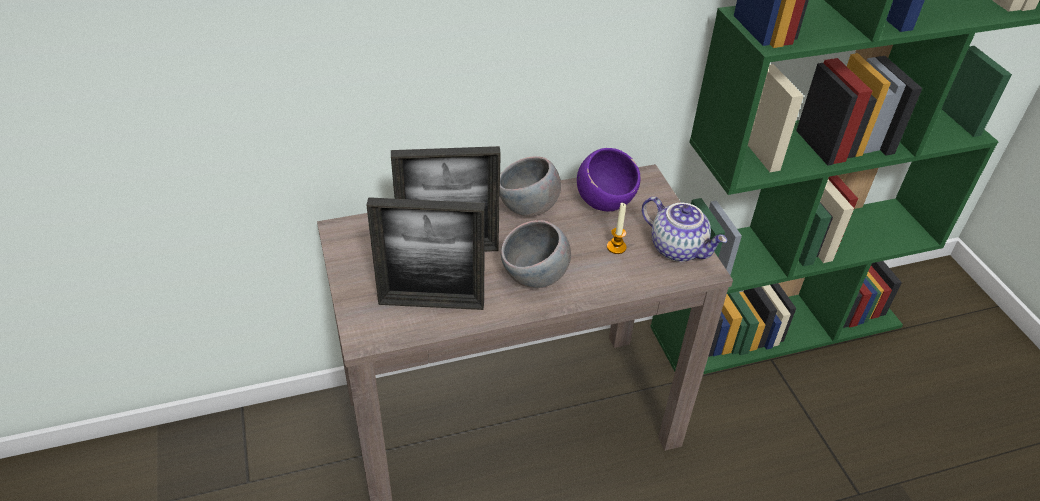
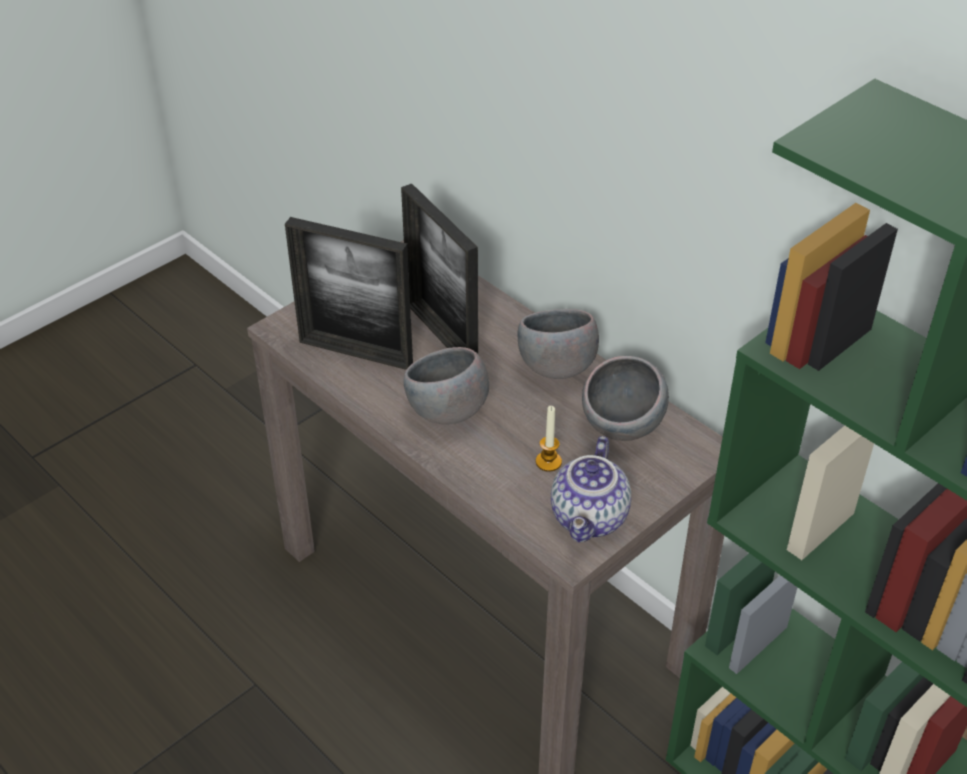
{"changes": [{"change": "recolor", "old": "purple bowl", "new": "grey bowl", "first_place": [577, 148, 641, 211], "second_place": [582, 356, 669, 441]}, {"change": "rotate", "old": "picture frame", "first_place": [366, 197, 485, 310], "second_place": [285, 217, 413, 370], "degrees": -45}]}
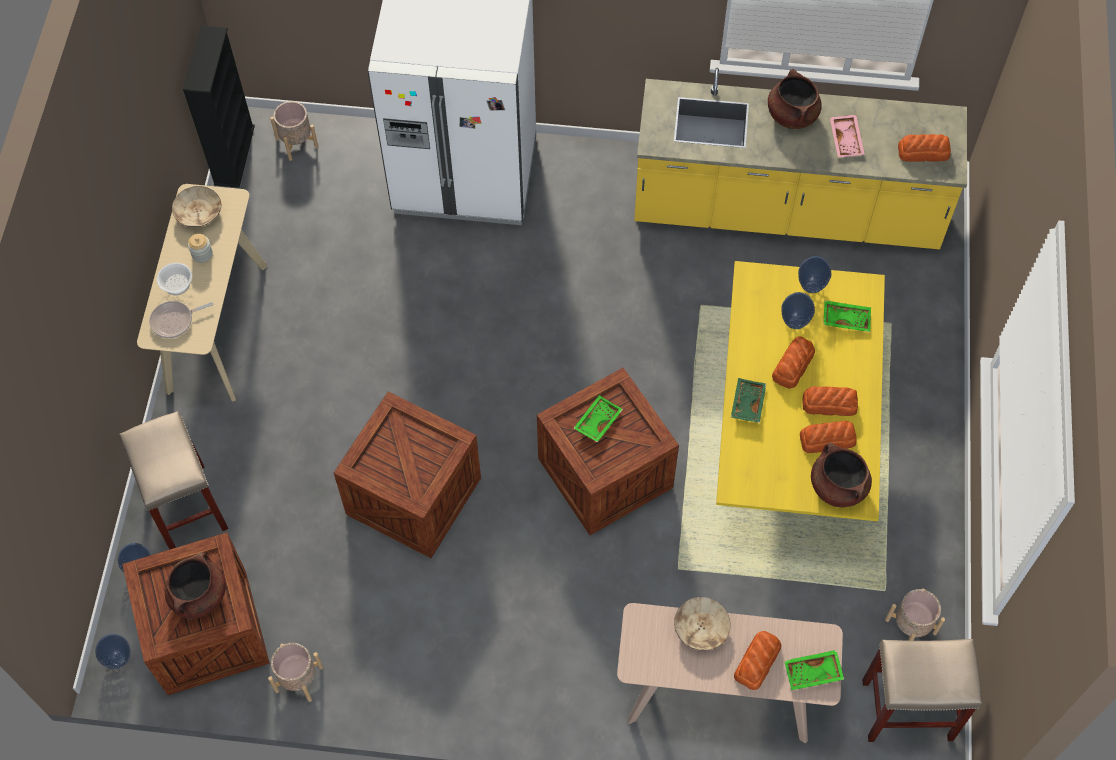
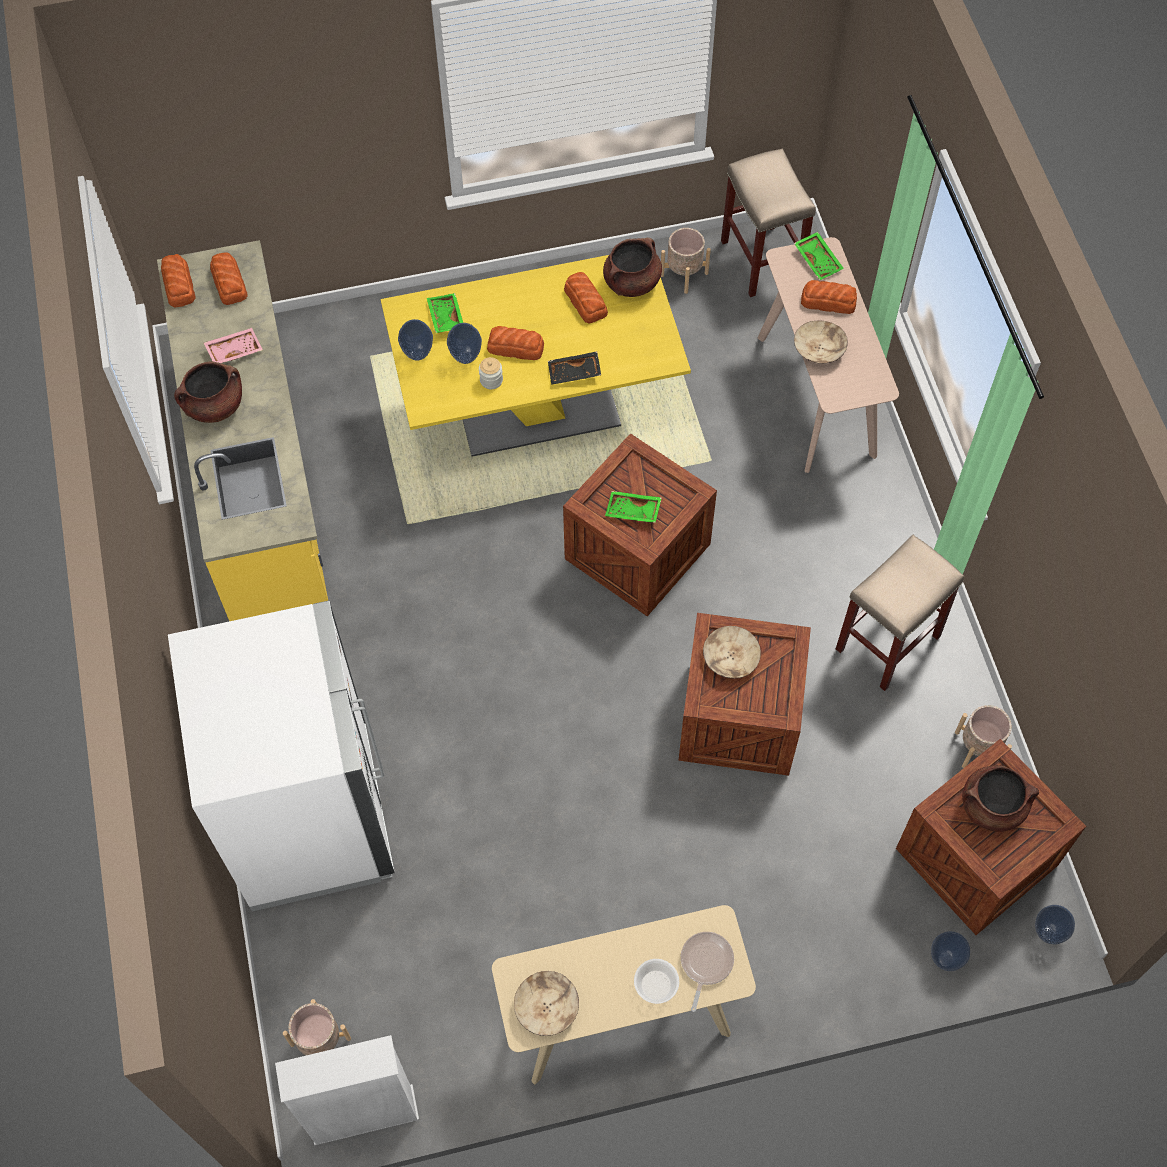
{"changes": [{"change": "insert", "new": "beige bowl", "second_place": [703, 626, 761, 679]}, {"change": "move", "old": "beige stool", "first_place": [119, 411, 228, 549], "second_place": [836, 534, 964, 691]}, {"change": "move", "old": "jar", "first_place": [188, 234, 213, 263], "second_place": [479, 357, 503, 389]}, {"change": "move", "old": "bread", "first_place": [802, 386, 858, 416], "second_place": [161, 254, 195, 307]}, {"change": "recolor", "old": "black bookcase", "new": "white bookcase", "first_place": [183, 25, 255, 188], "second_place": [275, 1035, 419, 1145]}, {"change": "recolor", "old": "green tray", "new": "black tray", "first_place": [731, 378, 766, 423], "second_place": [548, 351, 601, 385]}, {"change": "rotate", "old": "frying pan", "first_place": [149, 301, 213, 338], "second_place": [681, 932, 734, 1012], "degrees": -120}]}
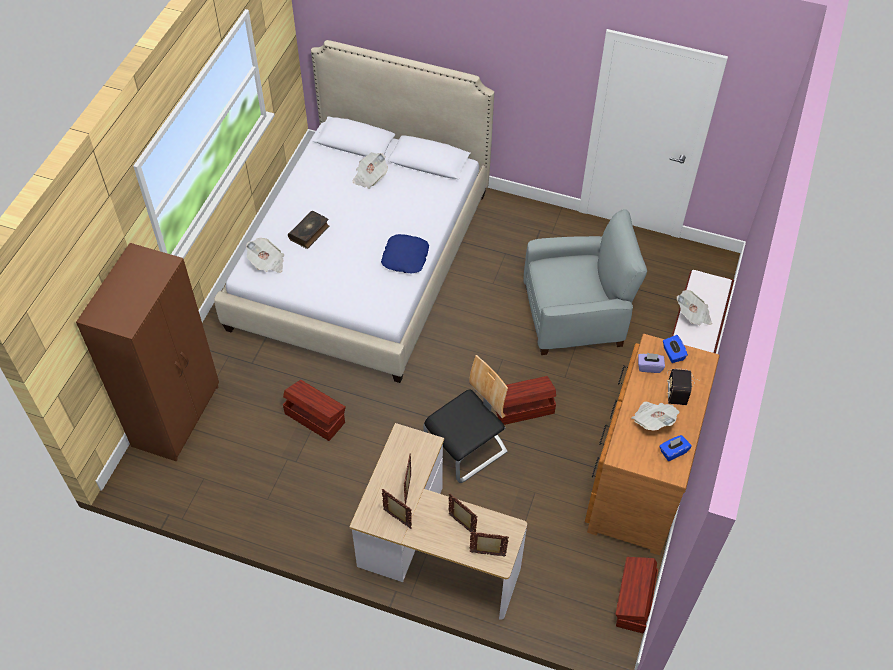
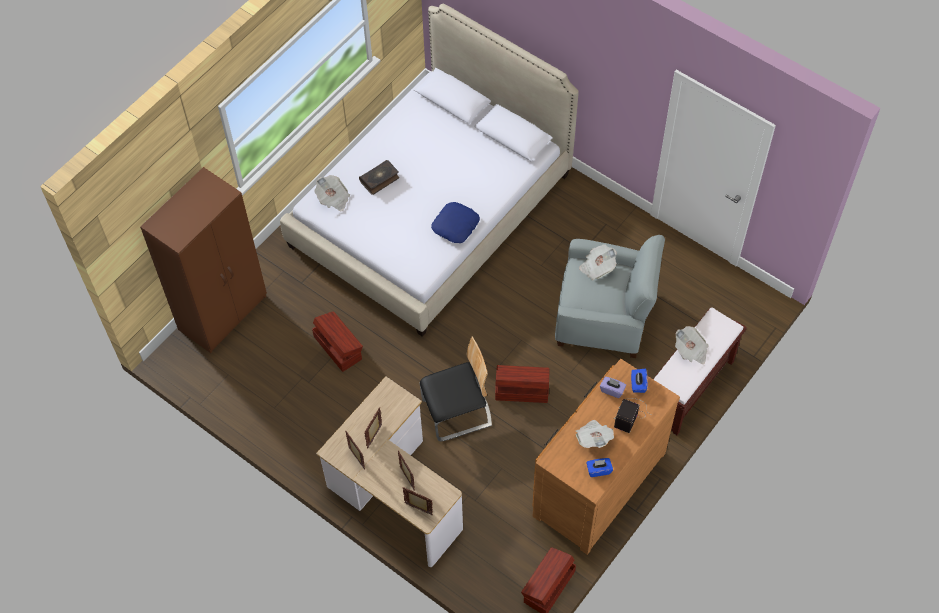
{"changes": [{"change": "move", "old": "newspaper", "first_place": [352, 152, 388, 189], "second_place": [579, 244, 617, 281]}]}
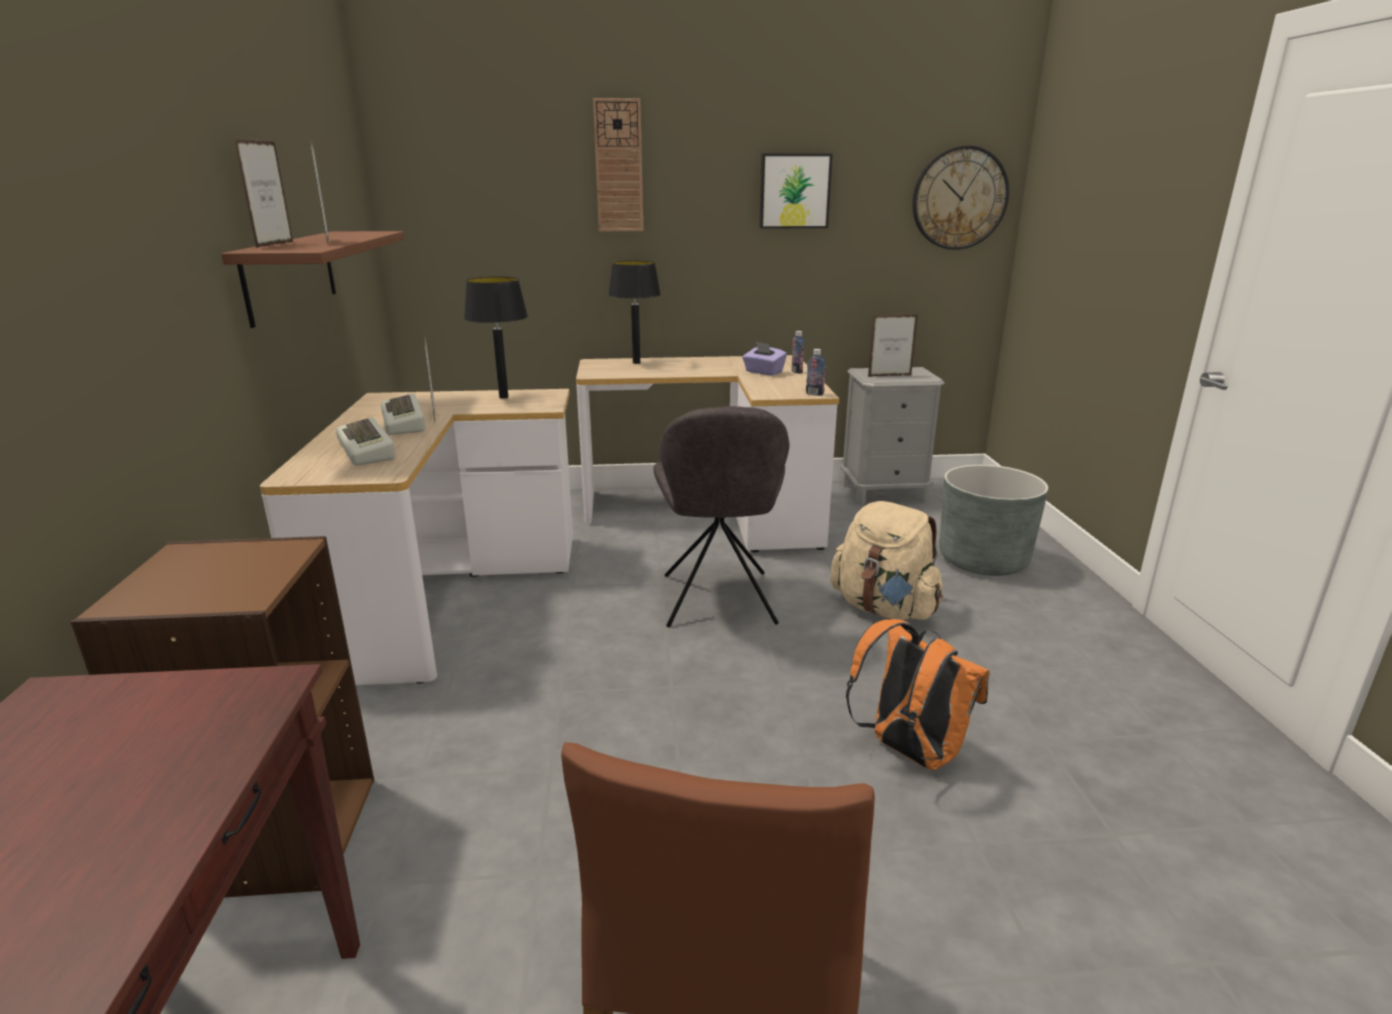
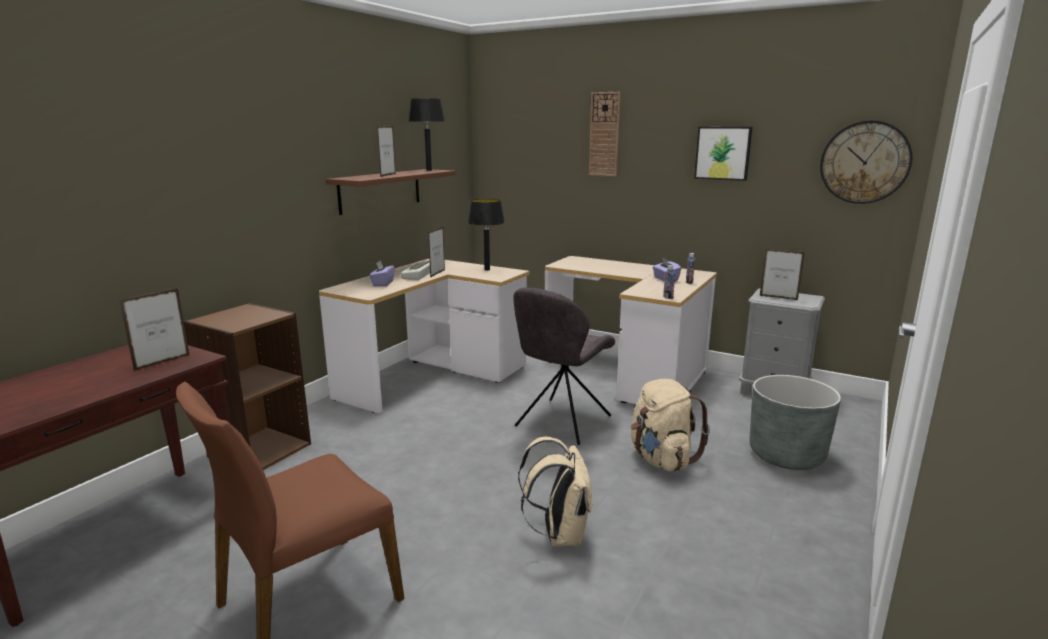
{"changes": [{"change": "move", "old": "picture frame", "first_place": [234, 138, 293, 248], "second_place": [119, 288, 190, 371]}, {"change": "move", "old": "black table lamp", "first_place": [608, 260, 661, 364], "second_place": [408, 98, 445, 171]}, {"change": "replace", "old": "keyboard", "new": "purple tissue box", "first_place": [336, 417, 395, 465], "second_place": [369, 260, 394, 286]}, {"change": "recolor", "old": "orange backpack", "new": "beige backpack", "first_place": [846, 619, 990, 770], "second_place": [518, 437, 593, 547]}]}
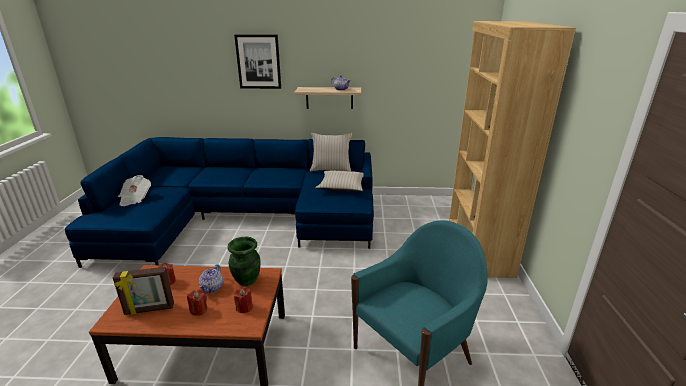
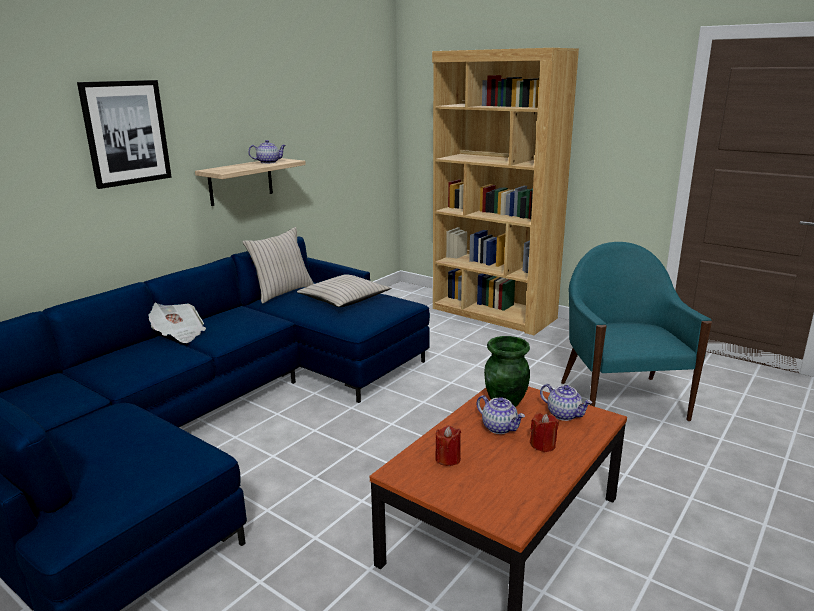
{"changes": [{"change": "delete", "old": "picture frame", "first_place": [113, 267, 174, 315]}, {"change": "move", "old": "newspaper", "first_place": [118, 175, 151, 206], "second_place": [148, 303, 206, 343]}, {"change": "replace", "old": "red candle", "new": "teapot", "first_place": [234, 287, 253, 313], "second_place": [540, 384, 592, 421]}]}
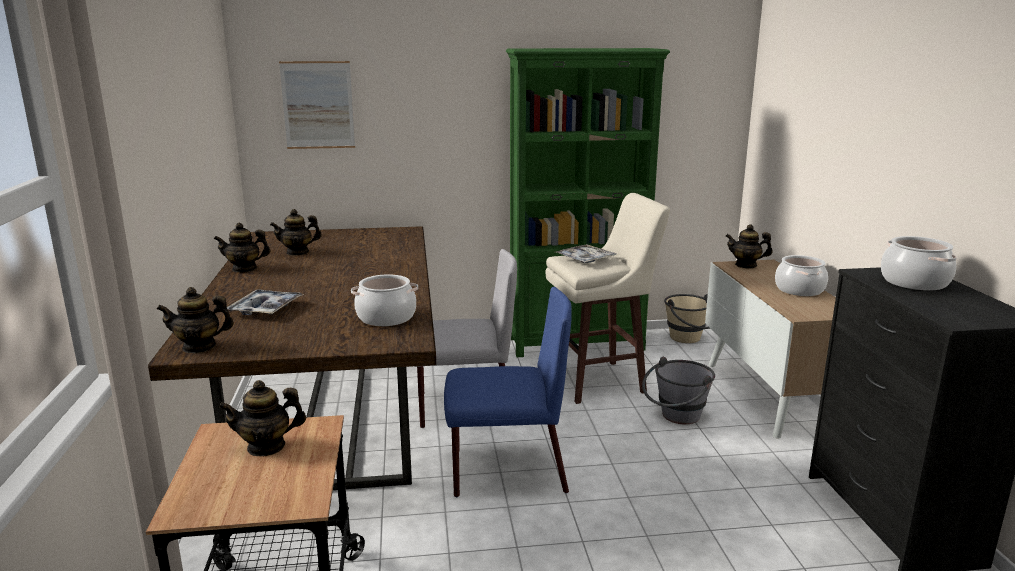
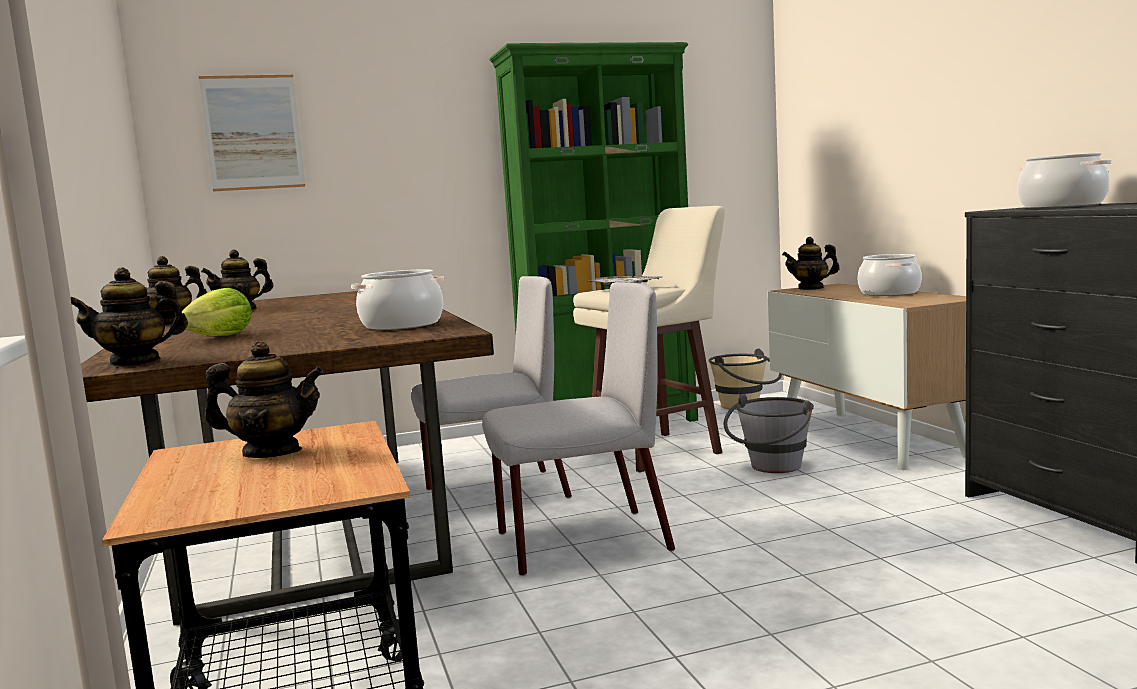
{"changes": [{"change": "replace", "old": "tray", "new": "lettuce", "first_place": [227, 289, 304, 315], "second_place": [182, 288, 252, 336]}, {"change": "recolor", "old": "blue chair", "new": "grey chair", "first_place": [444, 287, 572, 497], "second_place": [482, 282, 675, 576]}, {"change": "rotate", "old": "teapot", "first_place": [218, 380, 306, 456], "second_place": [205, 341, 324, 458], "degrees": -150}]}
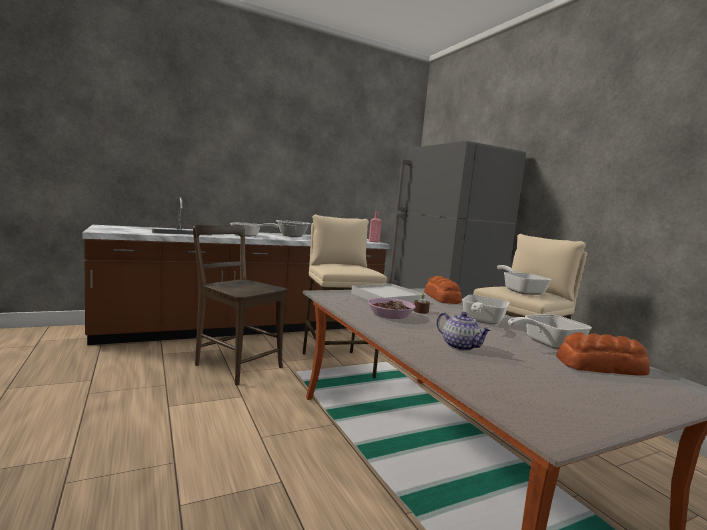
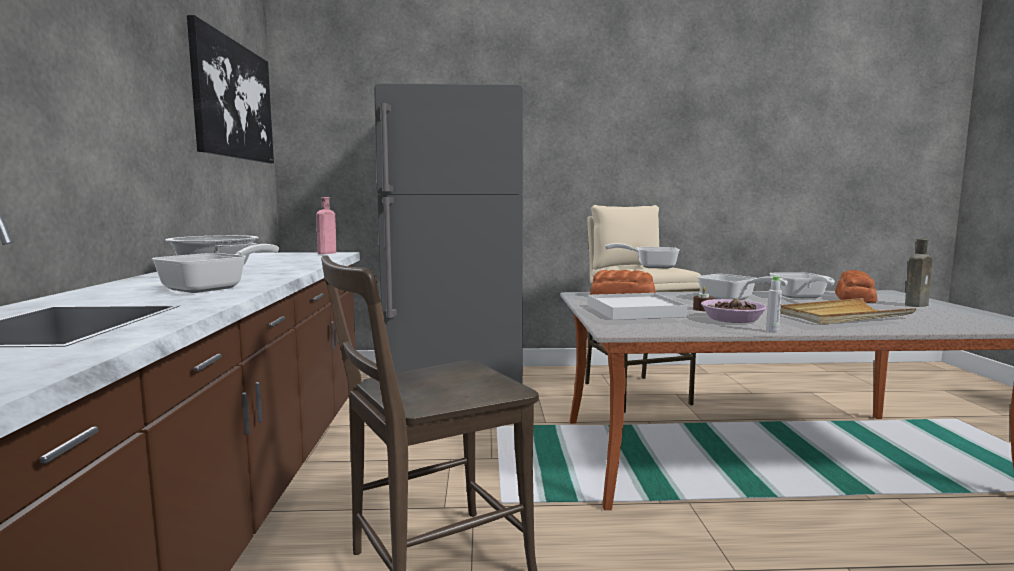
{"changes": [{"change": "delete", "old": "beige stool", "first_place": [303, 215, 387, 379]}, {"change": "insert", "new": "picture", "second_place": [187, 15, 274, 163]}, {"change": "insert", "new": "grey bottle", "second_place": [766, 276, 782, 332]}, {"change": "insert", "new": "brown bottle", "second_place": [905, 239, 933, 307]}, {"change": "replace", "old": "teapot", "new": "beige tray", "first_place": [436, 312, 492, 351], "second_place": [780, 298, 917, 325]}]}
